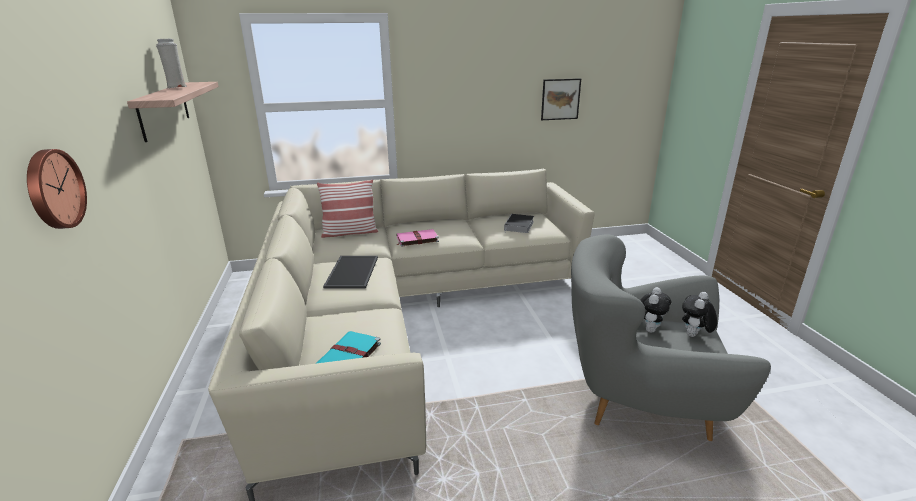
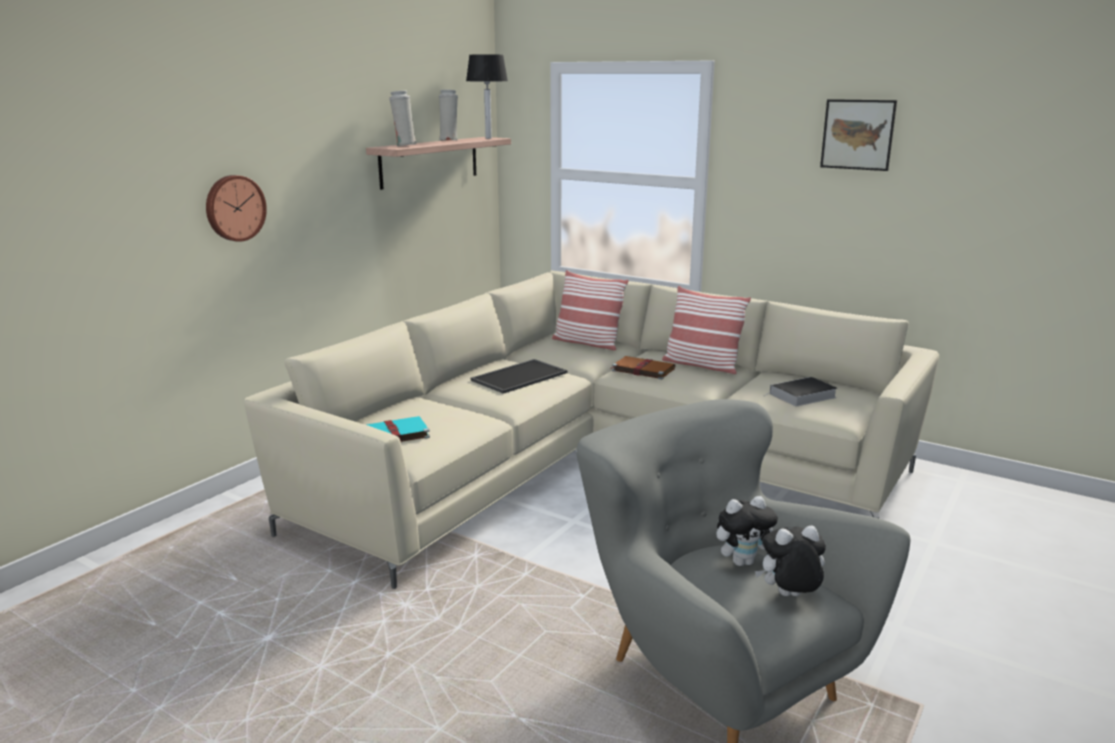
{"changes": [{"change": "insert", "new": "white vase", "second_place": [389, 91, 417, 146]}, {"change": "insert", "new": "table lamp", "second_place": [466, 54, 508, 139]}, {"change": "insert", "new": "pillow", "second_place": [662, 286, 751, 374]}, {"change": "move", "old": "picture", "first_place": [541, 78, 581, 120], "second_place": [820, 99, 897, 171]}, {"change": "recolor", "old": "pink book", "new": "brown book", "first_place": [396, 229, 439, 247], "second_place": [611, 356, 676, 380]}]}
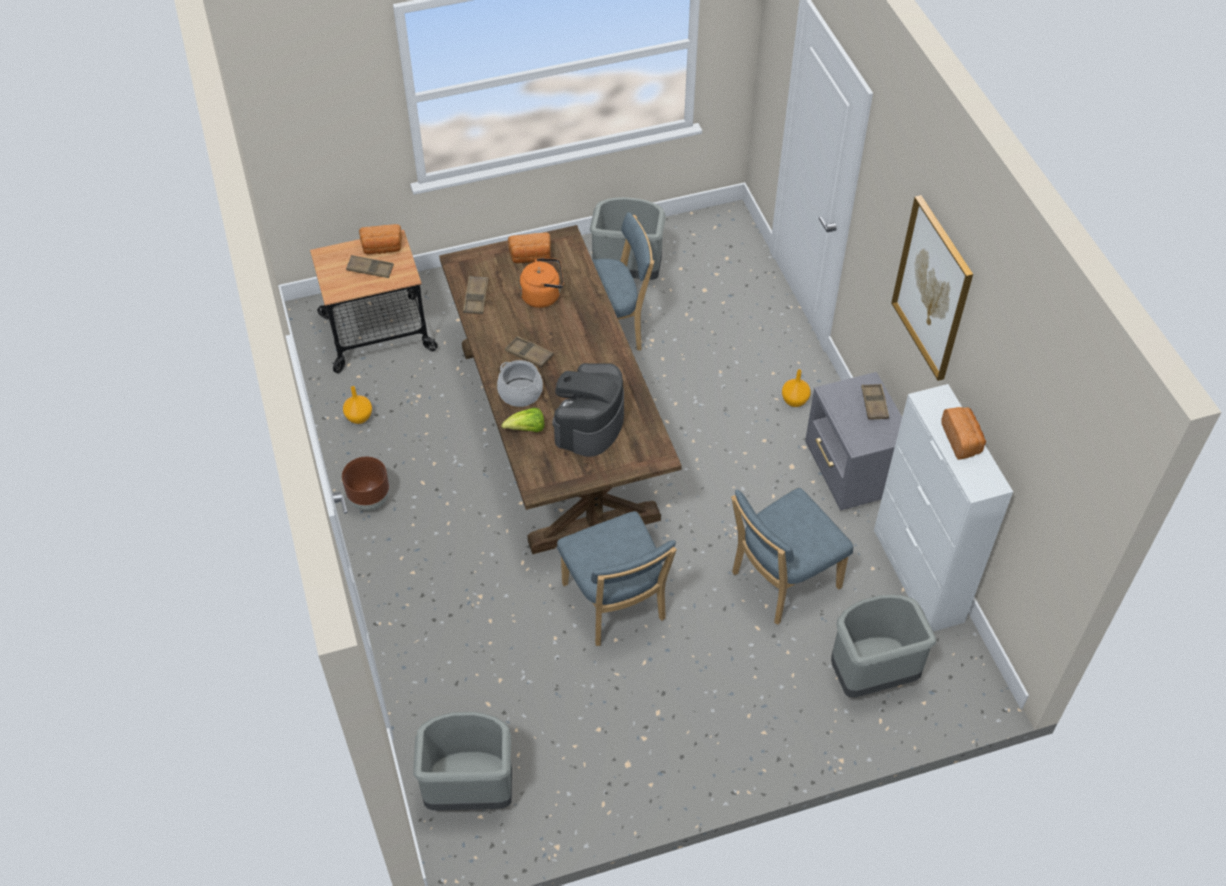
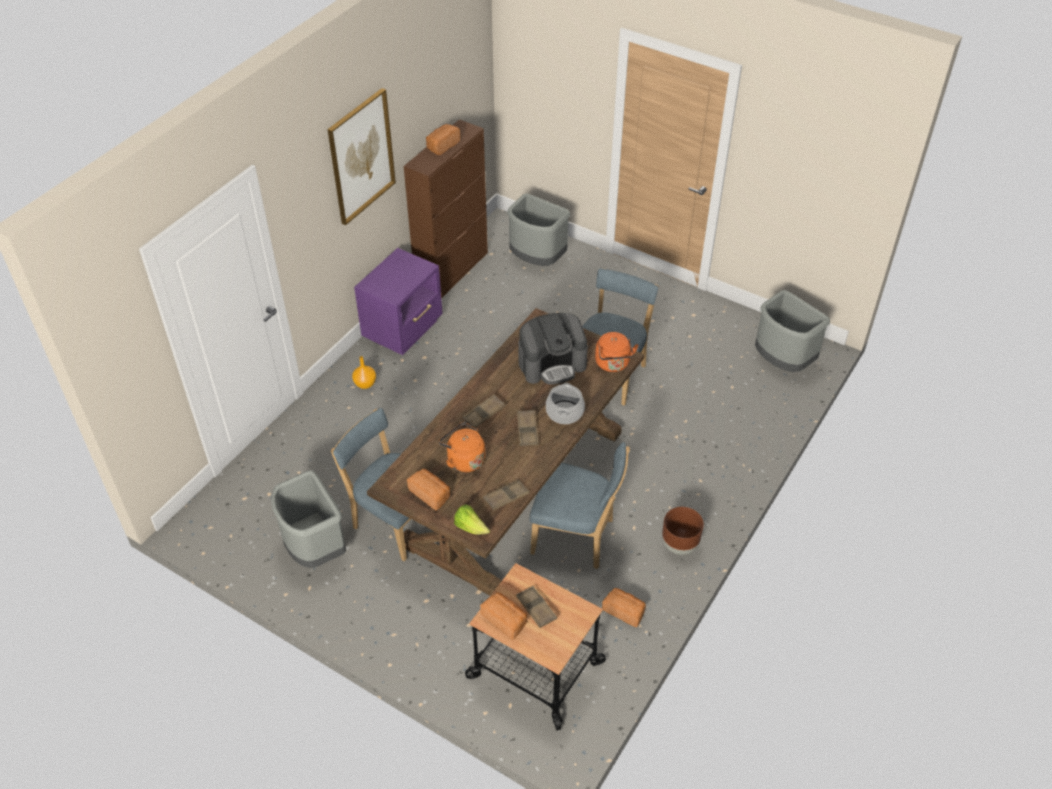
{"changes": [{"change": "insert", "new": "orange kettle", "second_place": [595, 332, 639, 372]}, {"change": "move", "old": "lettuce", "first_place": [501, 408, 544, 432], "second_place": [454, 504, 490, 534]}, {"change": "move", "old": "blue chair", "first_place": [731, 488, 853, 625], "second_place": [529, 442, 630, 569]}, {"change": "move", "old": "brown tray", "first_place": [861, 384, 889, 420], "second_place": [463, 394, 505, 428]}, {"change": "replace", "old": "orange vase", "new": "bread", "first_place": [343, 386, 372, 424], "second_place": [602, 588, 646, 627]}, {"change": "recolor", "old": "grey nightstand", "new": "purple nightstand", "first_place": [805, 372, 902, 510], "second_place": [354, 248, 442, 355]}, {"change": "recolor", "old": "white cabinet", "new": "brown cabinet", "first_place": [874, 384, 1013, 632], "second_place": [403, 119, 488, 298]}]}
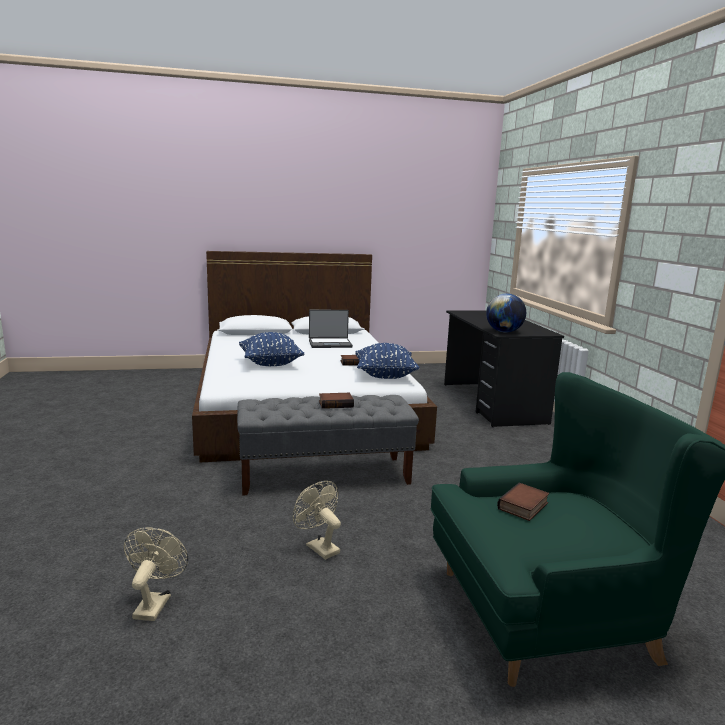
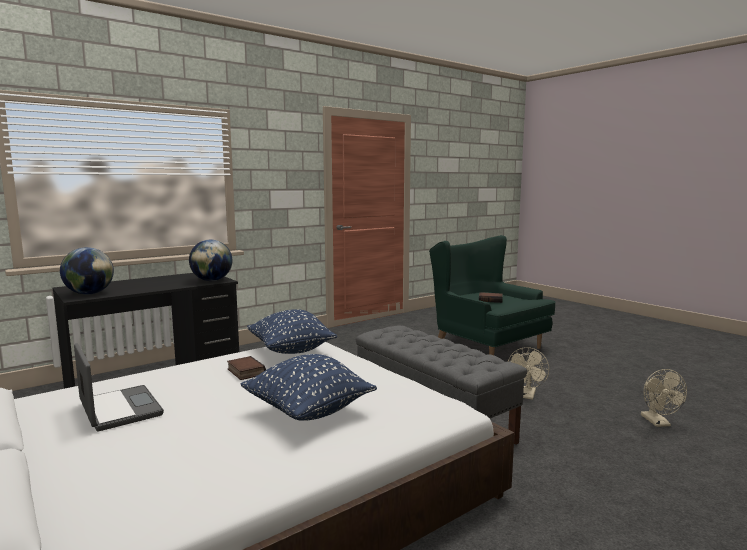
{"changes": [{"change": "delete", "old": "book", "first_place": [319, 393, 354, 409]}, {"change": "insert", "new": "globe", "second_place": [60, 247, 114, 295]}, {"change": "rotate", "old": "beige fan", "first_place": [124, 527, 188, 621], "second_place": [641, 369, 687, 427], "degrees": -75}]}
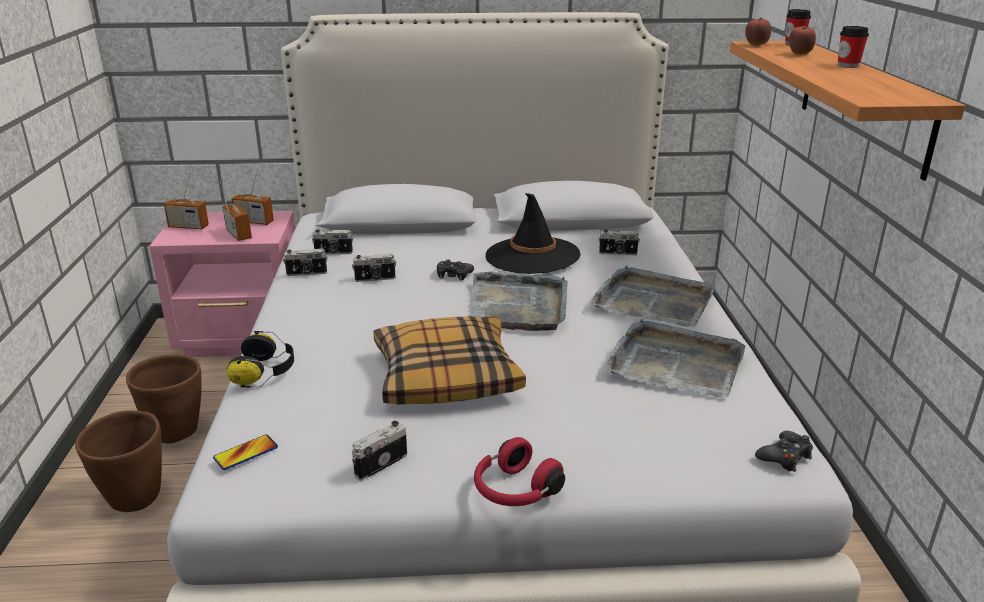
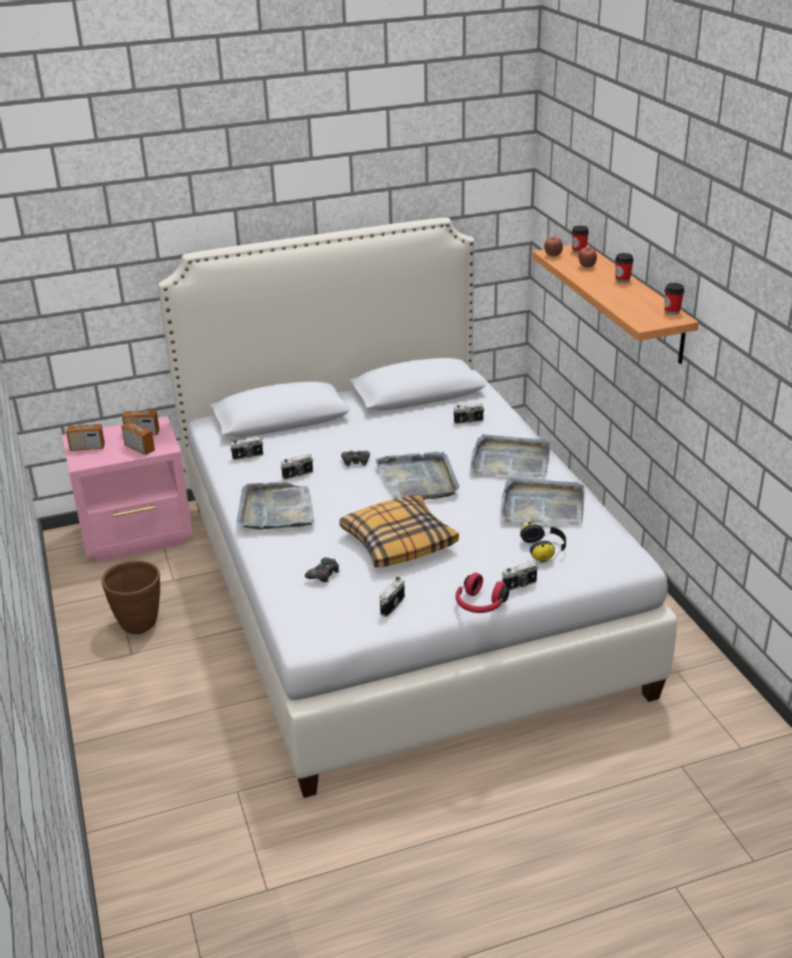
{"changes": [{"change": "delete", "old": "brown planter", "first_place": [75, 410, 162, 512]}, {"change": "delete", "old": "phone", "first_place": [213, 435, 278, 470]}, {"change": "delete", "old": "black hat", "first_place": [486, 193, 581, 274]}, {"change": "insert", "new": "grey tray", "second_place": [237, 482, 315, 530]}, {"change": "insert", "new": "cup", "second_place": [665, 283, 685, 315]}, {"change": "move", "old": "headphones", "first_place": [227, 331, 294, 387], "second_place": [520, 521, 566, 563]}, {"change": "move", "old": "photo camera", "first_place": [283, 249, 327, 276], "second_place": [502, 561, 538, 591]}, {"change": "move", "old": "black game controller", "first_place": [755, 431, 813, 472], "second_place": [305, 557, 339, 582]}]}
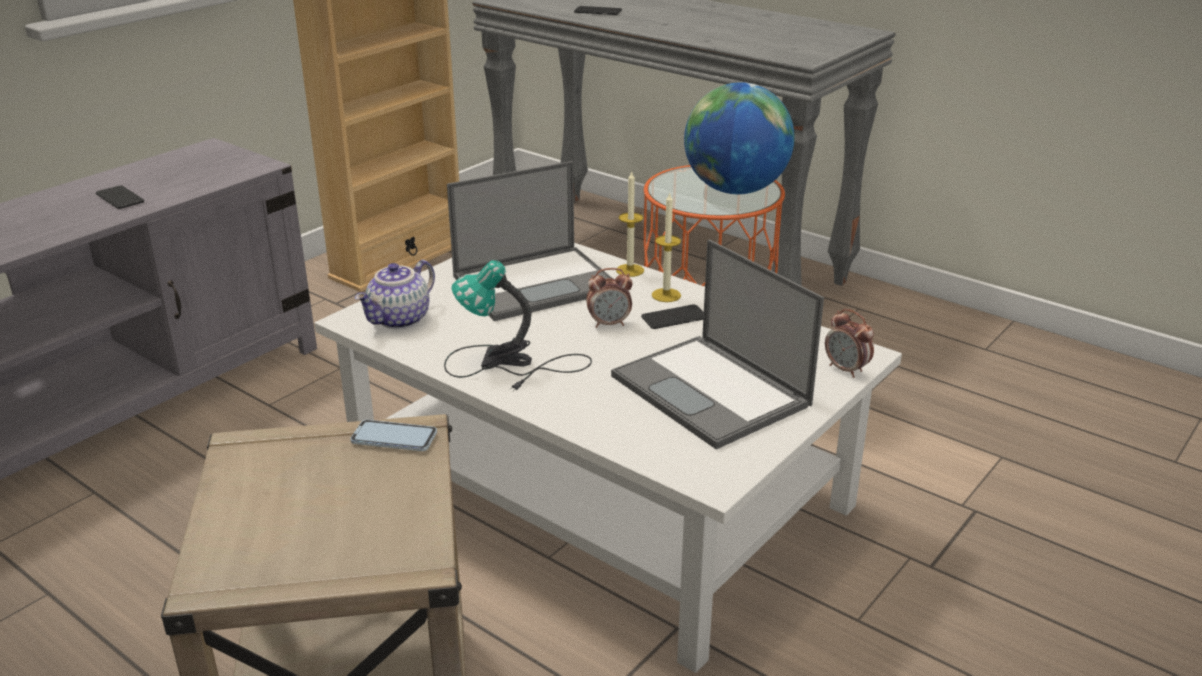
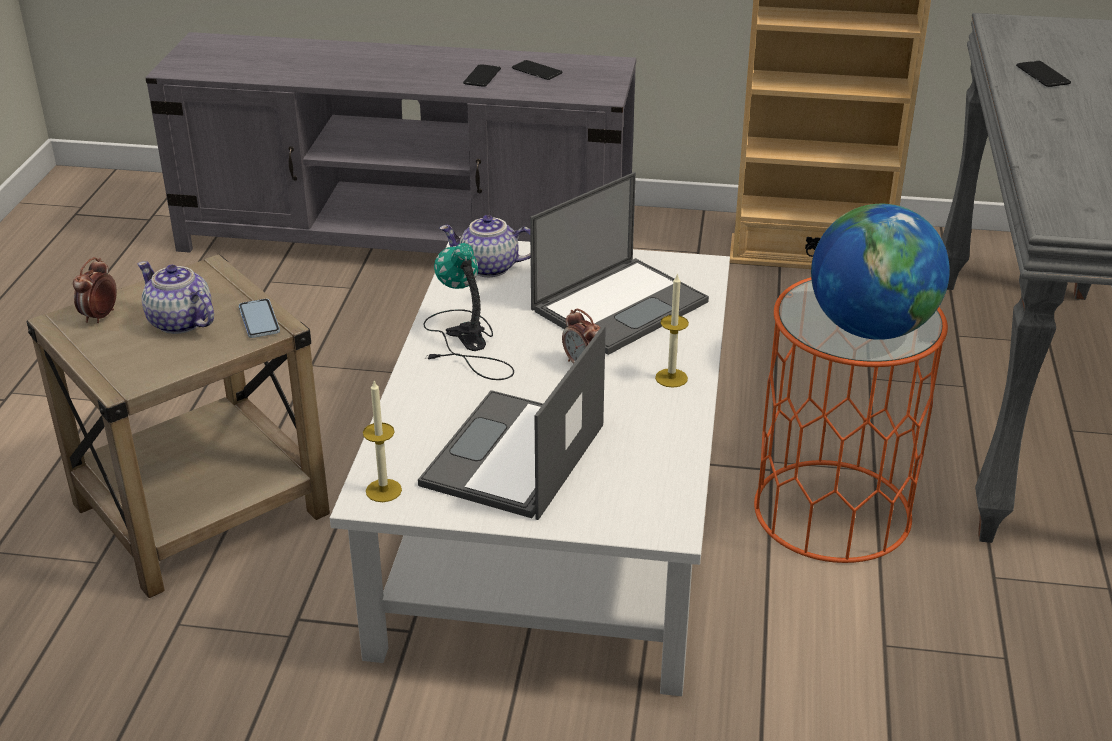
{"changes": [{"change": "insert", "new": "teapot", "second_place": [138, 261, 214, 334]}, {"change": "move", "old": "candle", "first_place": [616, 170, 644, 277], "second_place": [363, 381, 402, 502]}, {"change": "move", "old": "phone", "first_place": [641, 304, 704, 329], "second_place": [512, 60, 563, 80]}, {"change": "move", "old": "alarm clock", "first_place": [825, 309, 874, 378], "second_place": [73, 257, 117, 323]}, {"change": "rotate", "old": "laptop", "first_place": [447, 161, 613, 321], "second_place": [530, 172, 709, 355], "degrees": -75}]}
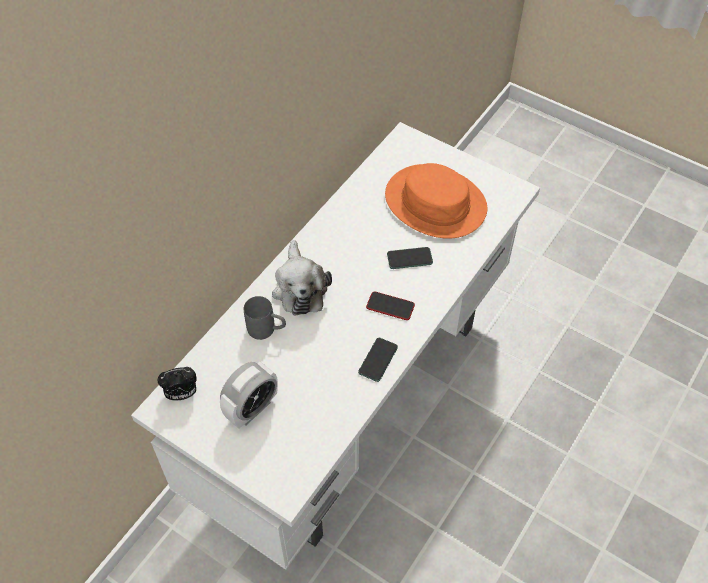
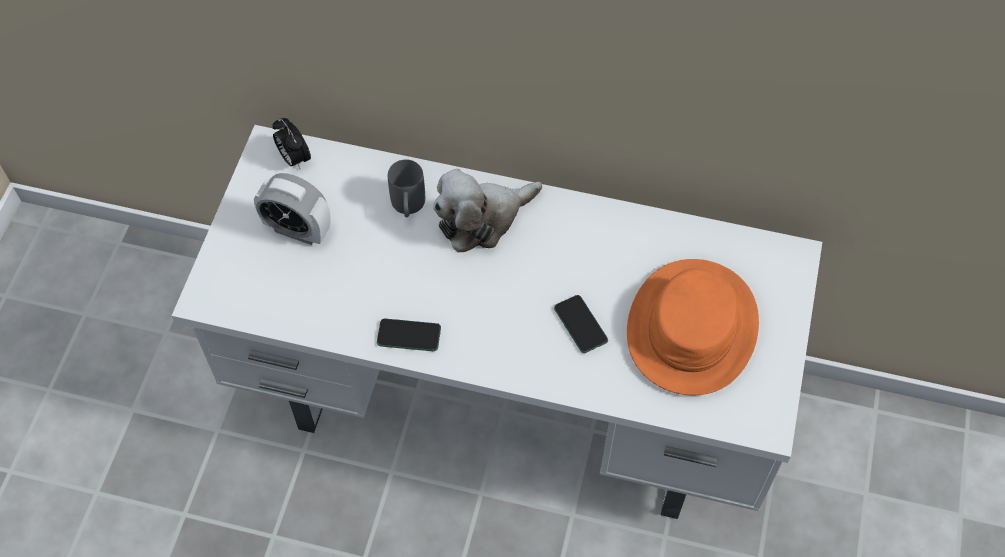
{"changes": [{"change": "delete", "old": "phone", "first_place": [366, 291, 415, 320]}]}
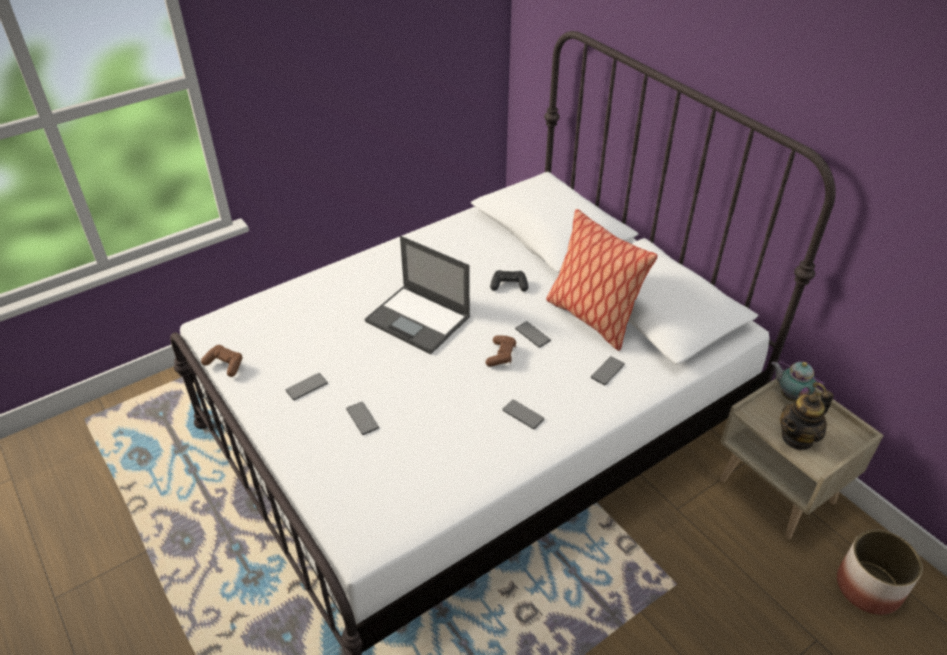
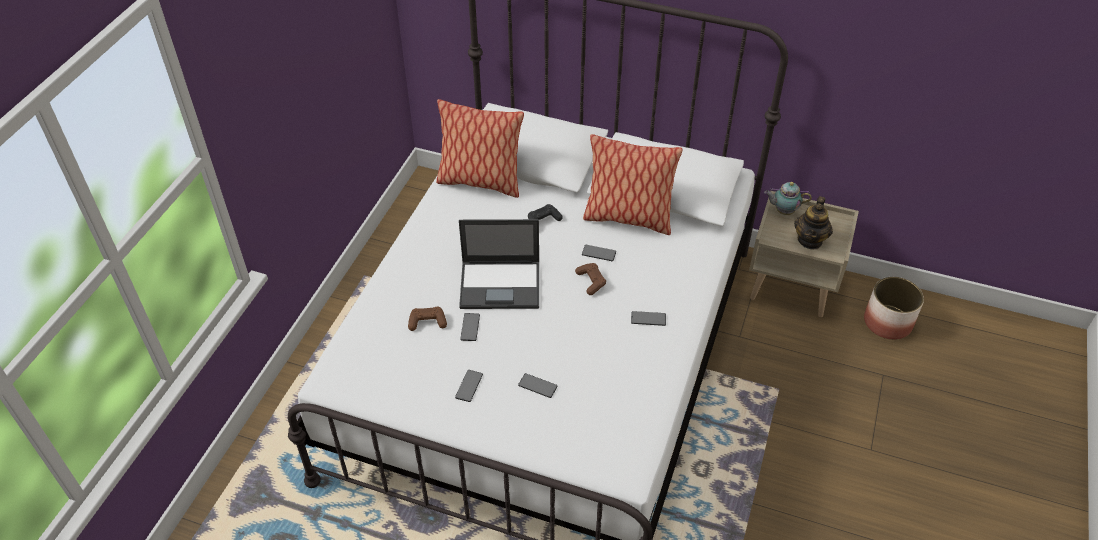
{"changes": [{"change": "insert", "new": "pillow", "second_place": [436, 99, 524, 198]}, {"change": "move", "old": "brown game controller", "first_place": [201, 345, 242, 377], "second_place": [408, 306, 447, 331]}, {"change": "move", "old": "phone", "first_place": [591, 356, 625, 385], "second_place": [460, 313, 480, 341]}]}
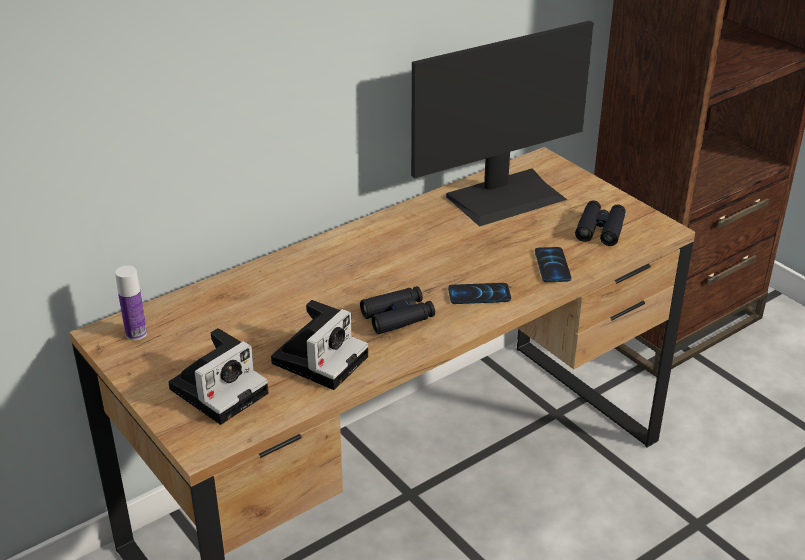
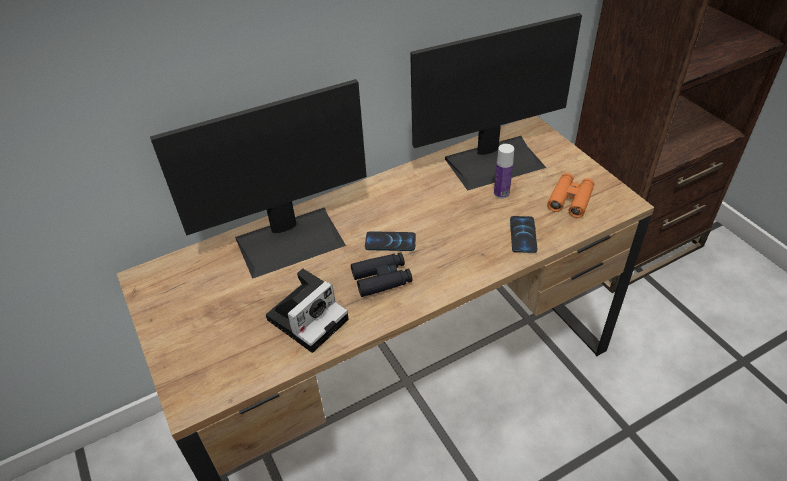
{"changes": [{"change": "delete", "old": "photo camera", "first_place": [168, 328, 268, 425]}, {"change": "insert", "new": "monitor", "second_place": [150, 79, 367, 279]}, {"change": "move", "old": "bottle", "first_place": [115, 265, 147, 341], "second_place": [494, 144, 514, 199]}, {"change": "move", "old": "phone", "first_place": [448, 283, 511, 304], "second_place": [365, 231, 416, 251]}, {"change": "recolor", "old": "black binoculars", "new": "orange binoculars", "first_place": [575, 200, 625, 246], "second_place": [547, 173, 594, 218]}]}
